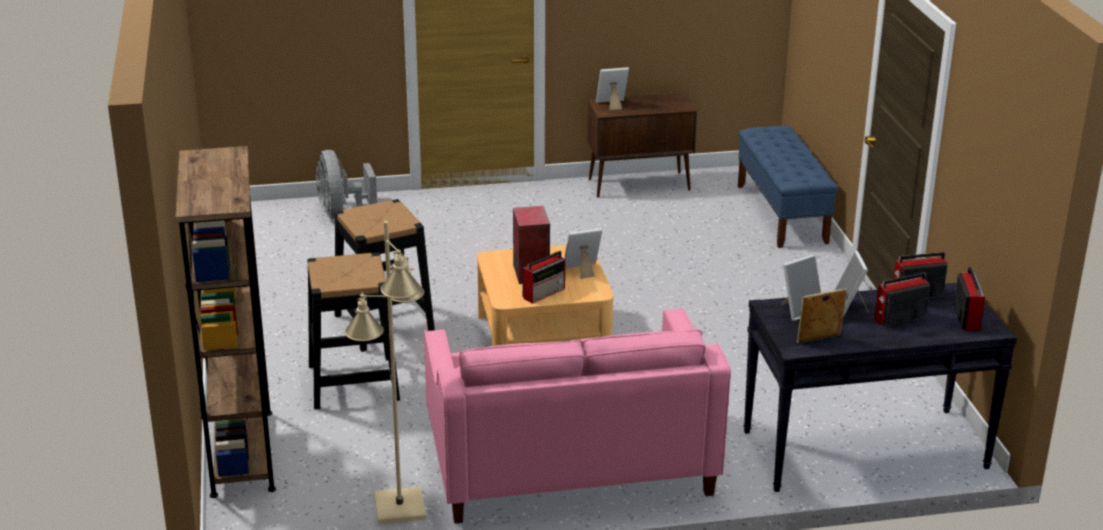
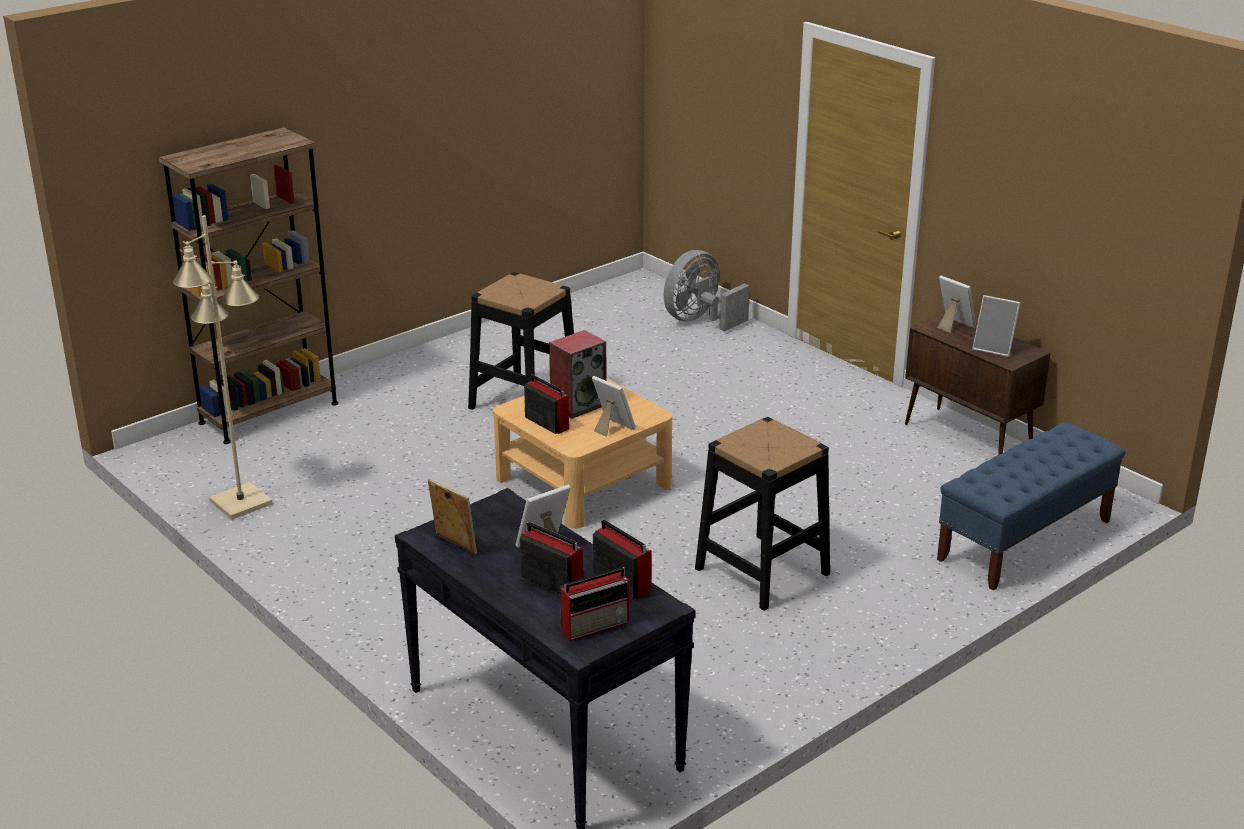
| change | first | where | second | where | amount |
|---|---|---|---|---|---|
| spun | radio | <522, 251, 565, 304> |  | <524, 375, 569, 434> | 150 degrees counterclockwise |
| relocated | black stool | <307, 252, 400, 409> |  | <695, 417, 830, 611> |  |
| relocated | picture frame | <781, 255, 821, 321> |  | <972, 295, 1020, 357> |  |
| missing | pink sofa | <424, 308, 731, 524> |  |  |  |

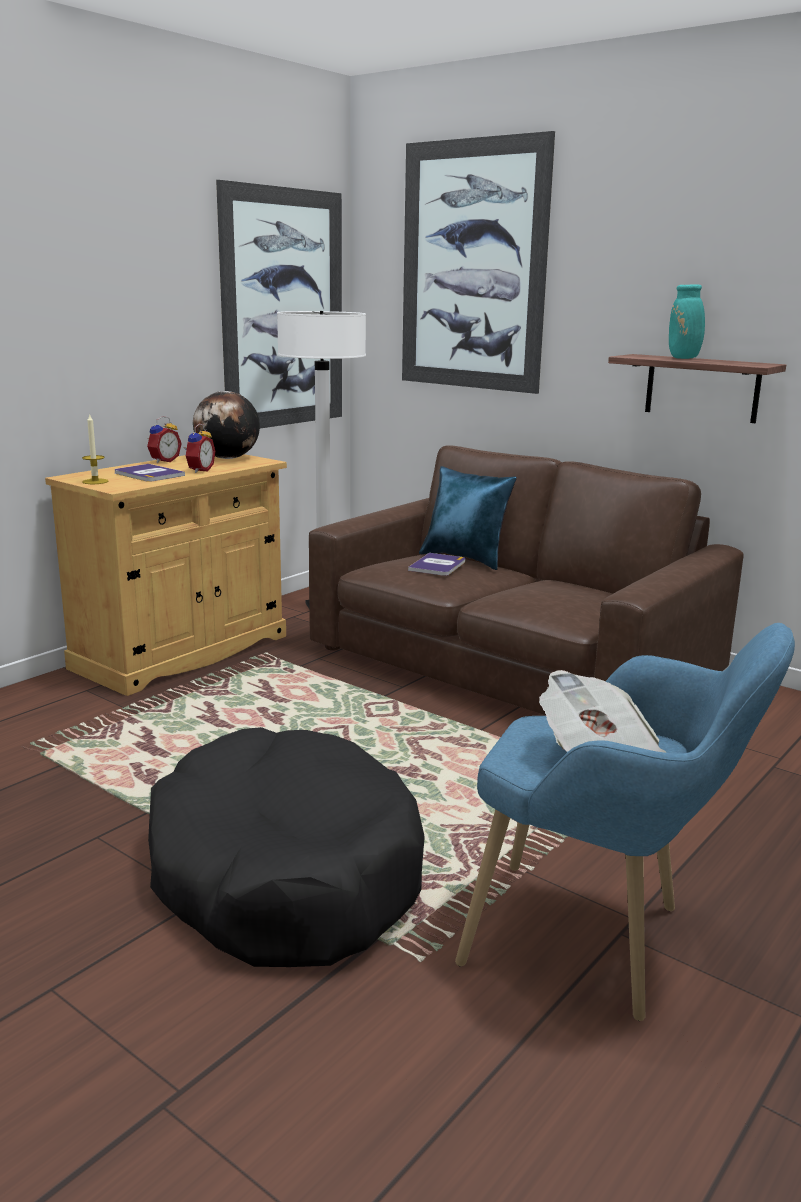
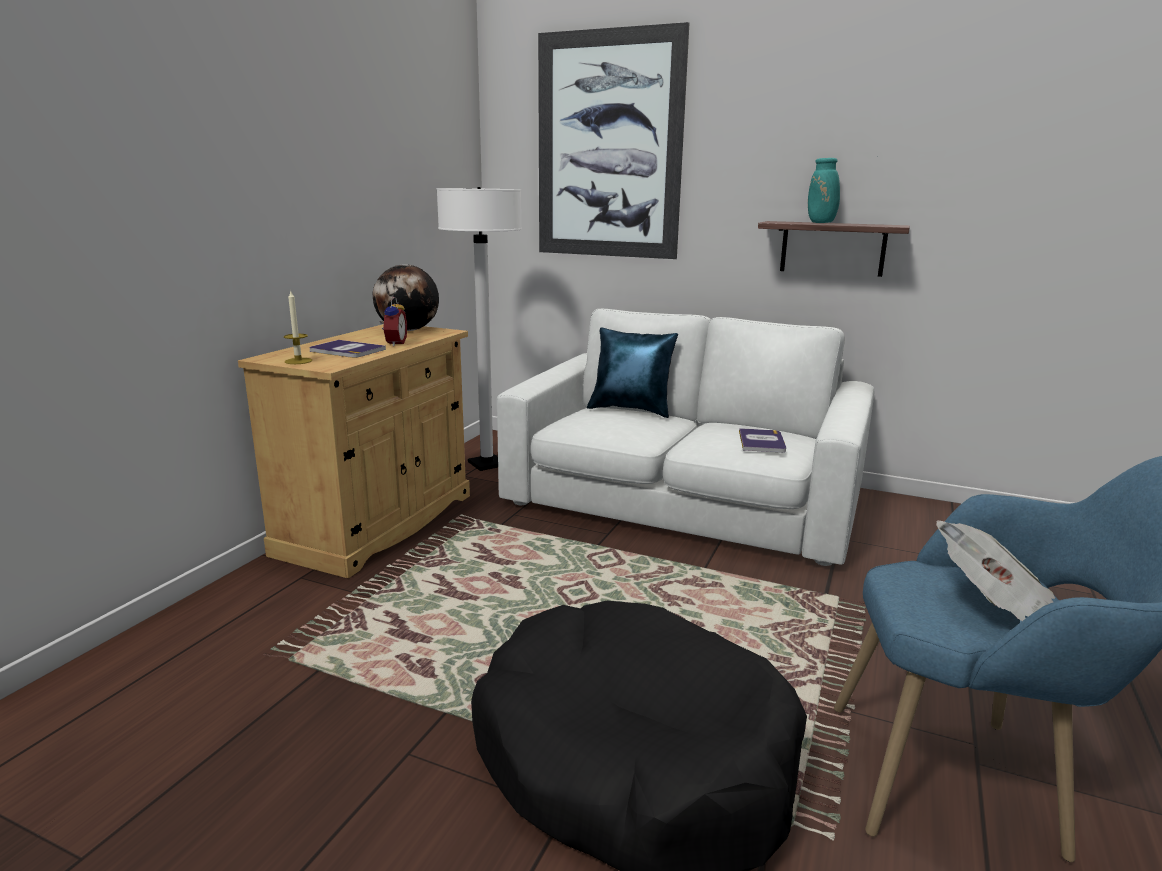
| change | first | where | second | where | amount |
|---|---|---|---|---|---|
| colour | brown sofa | <309, 445, 744, 715> | white sofa | <497, 309, 875, 566> |  |
| relocated | book | <408, 553, 466, 576> |  | <739, 428, 786, 453> |  |
| missing | alarm clock | <147, 416, 182, 463> |  |  |  |
| missing | picture | <216, 180, 342, 428> |  |  |  |

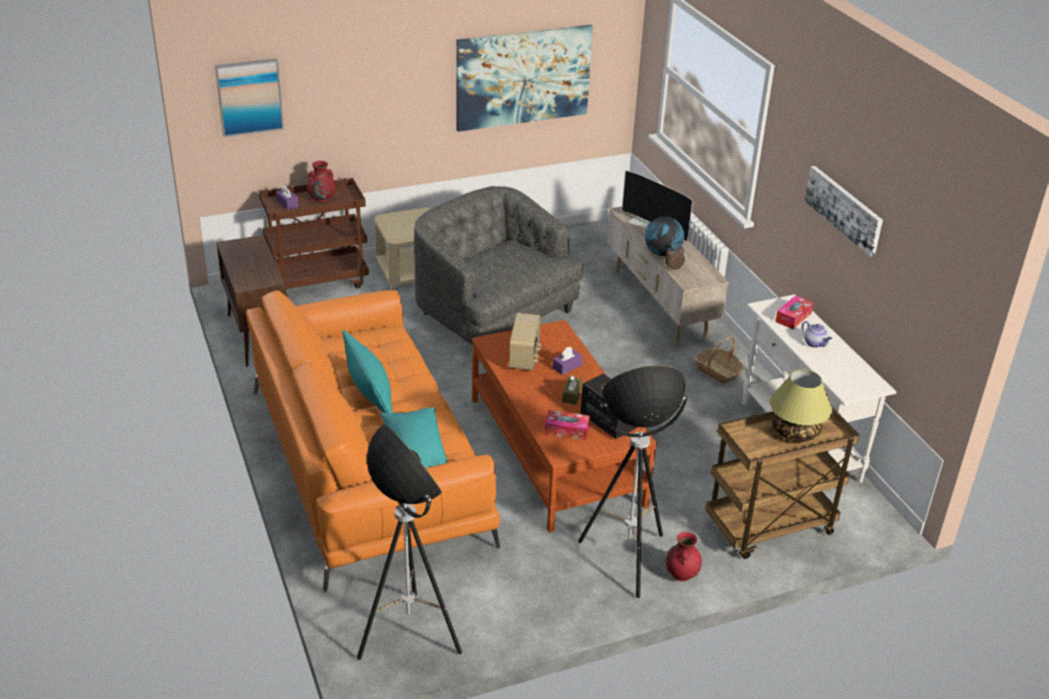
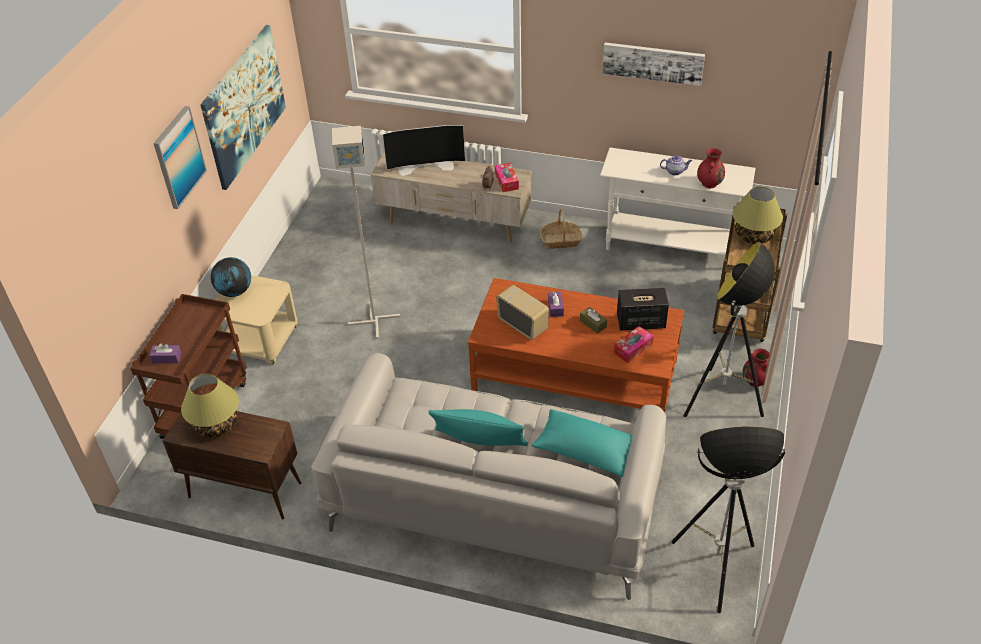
| change | first | where | second | where | amount |
|---|---|---|---|---|---|
| relocated | picture | <215, 58, 284, 137> |  | <153, 106, 207, 209> |  |
| appeared |  |  | table lamp | <181, 373, 239, 437> |  |
| relocated | globe | <645, 216, 684, 256> |  | <211, 257, 251, 297> |  |
| colour | orange sofa | <246, 290, 500, 592> | grey sofa | <311, 353, 666, 600> |  |
| exchanged | grey armchair | <414, 186, 583, 345> | grey floor lamp | <332, 126, 400, 339> |  |
| relocated | tissue box | <775, 295, 814, 329> |  | <495, 163, 519, 192> |  |
| relocated | red vase | <307, 161, 335, 203> |  | <697, 148, 725, 188> |  |

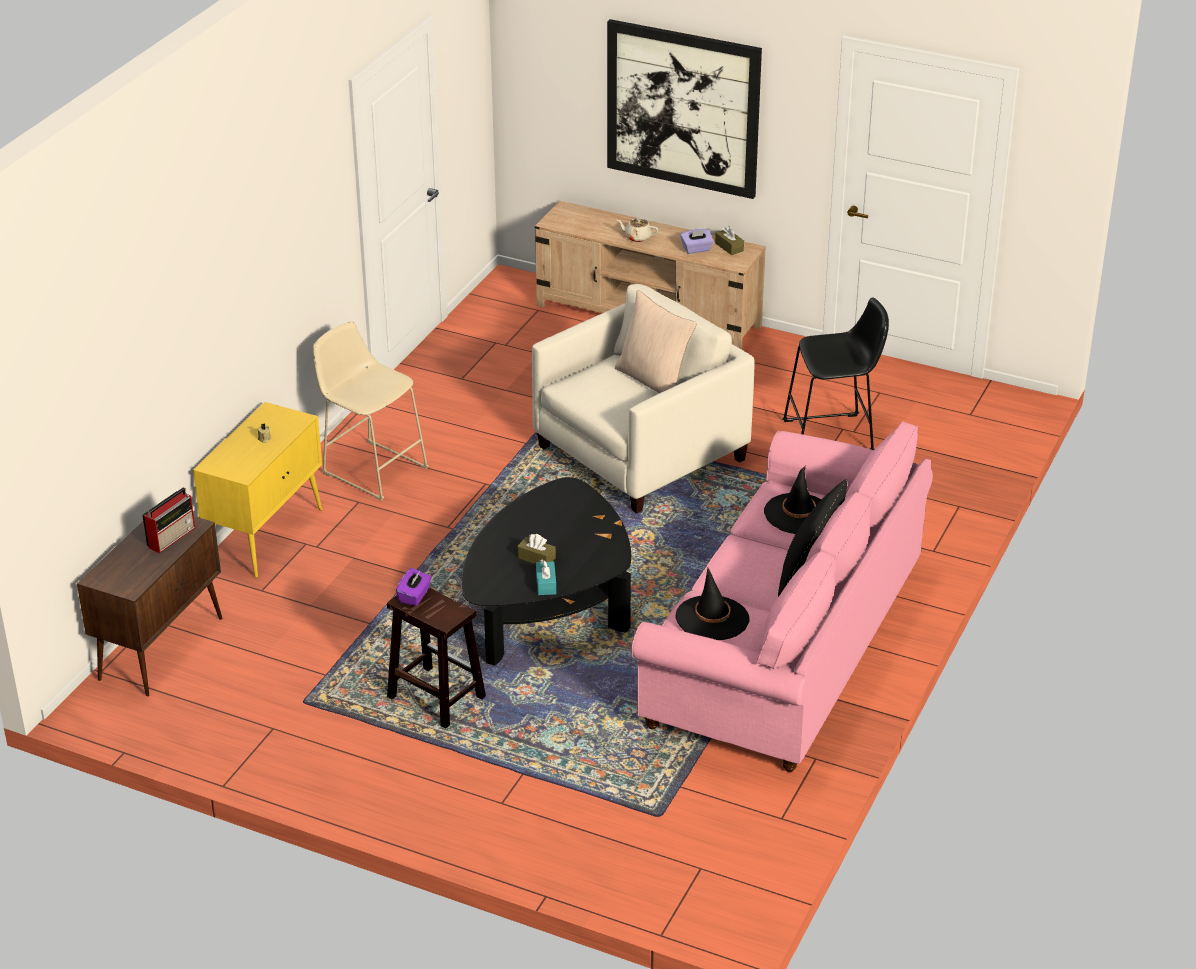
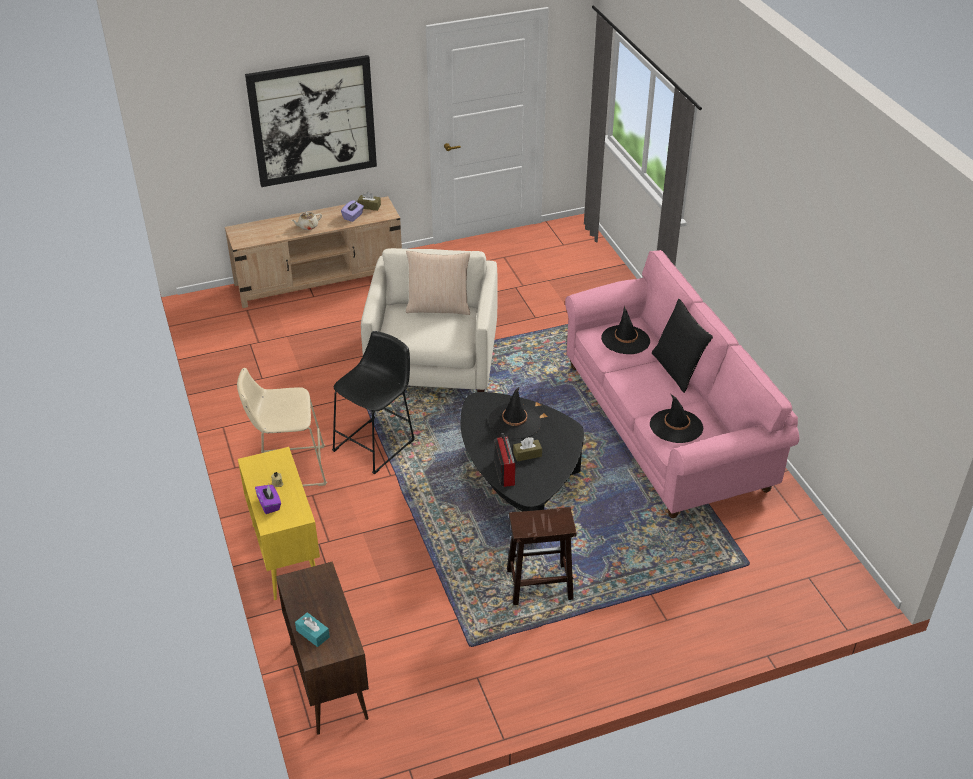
| change | first | where | second | where | amount |
|---|---|---|---|---|---|
| relocated | purple tissue box | <396, 568, 432, 606> |  | <255, 484, 281, 514> |  |
| relocated | turquoise tissue box | <536, 560, 556, 595> |  | <295, 612, 330, 647> |  |
| relocated | black stool | <782, 298, 889, 450> |  | <332, 331, 415, 474> |  |
| appeared |  |  | black hat | <489, 386, 541, 439> |  |
| relocated | radio | <142, 487, 195, 553> |  | <494, 433, 515, 487> |  |

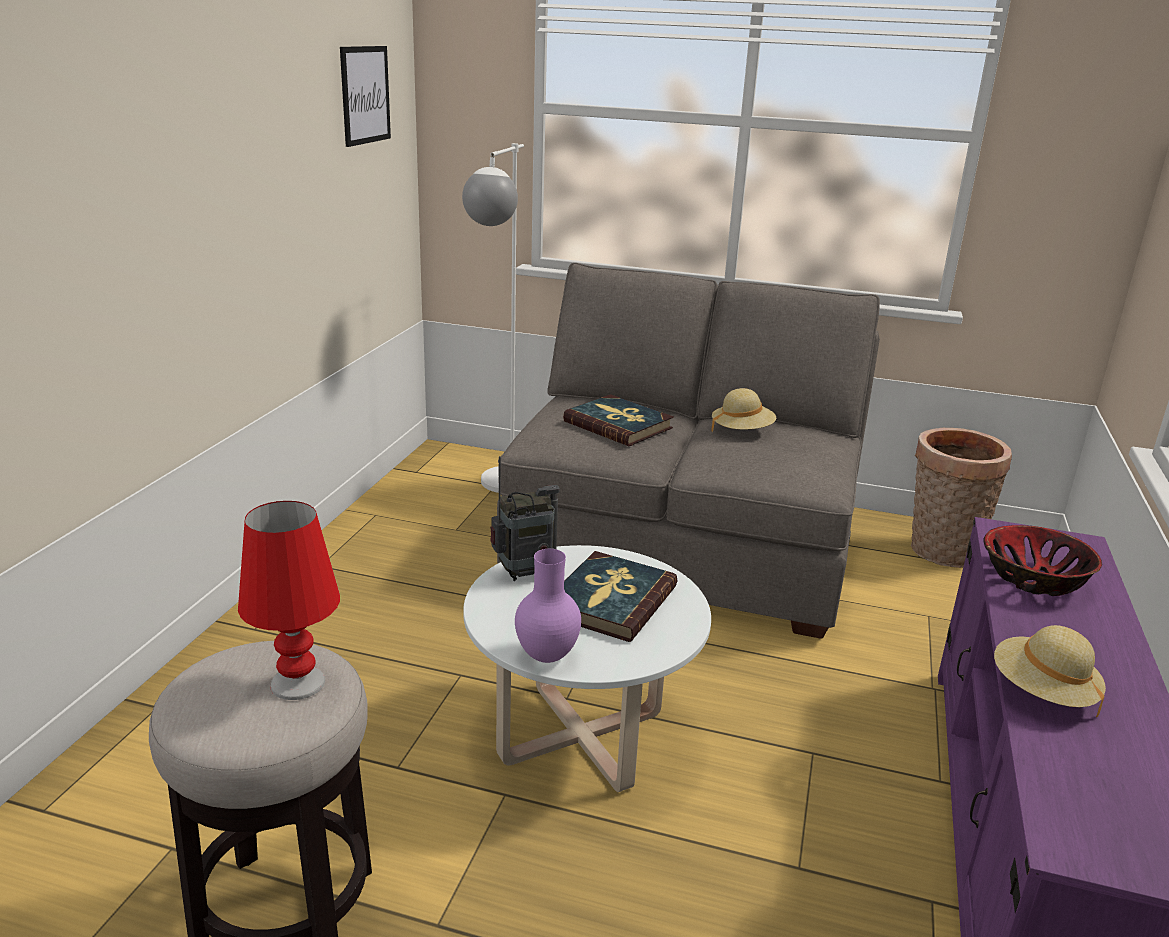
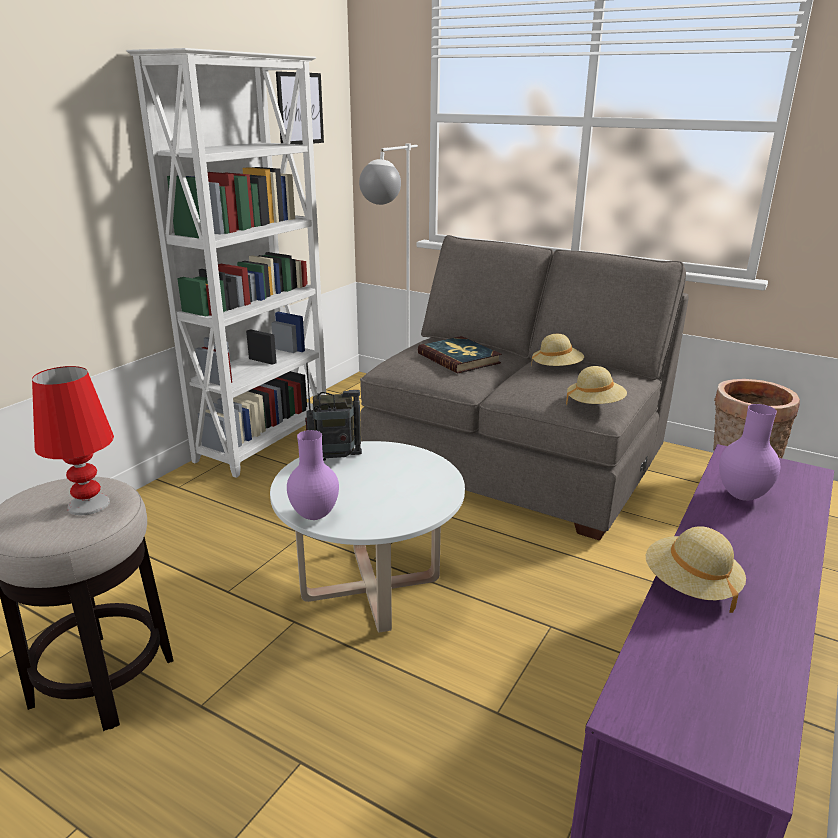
| change | first | where | second | where | amount |
|---|---|---|---|---|---|
| appeared |  |  | white bookcase | <127, 48, 326, 478> |  |
| appeared |  |  | beige hat | <566, 366, 627, 406> |  |
| exchanged | bowl | <984, 525, 1102, 596> | purple vase | <719, 404, 780, 501> |  |
| missing | book | <564, 551, 677, 642> |  |  |  |

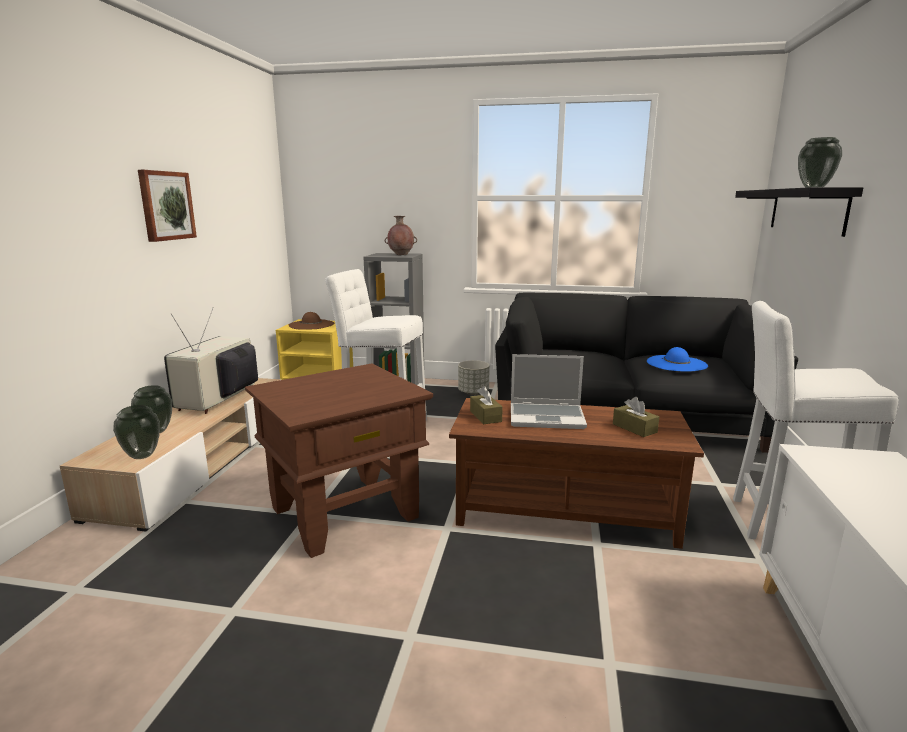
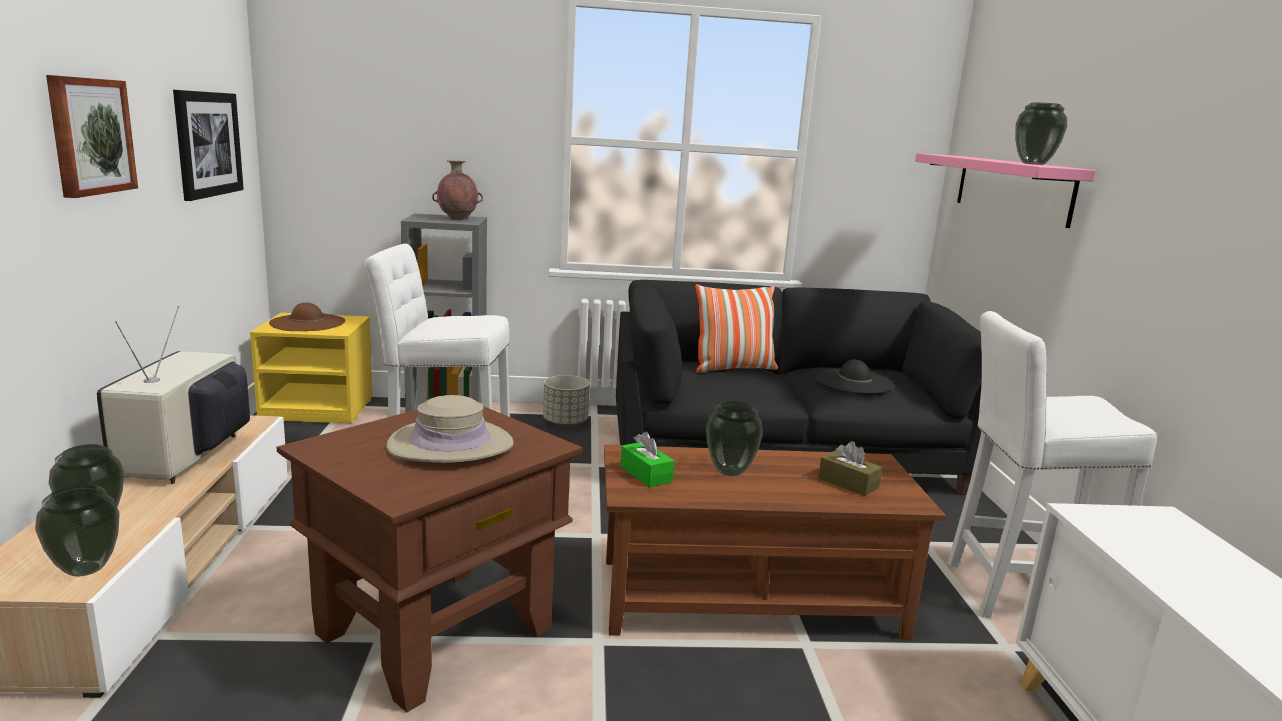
| change | first | where | second | where | amount |
|---|---|---|---|---|---|
| appeared |  |  | picture | <173, 90, 244, 201> |  |
| appeared |  |  | beige hat | <386, 395, 514, 463> |  |
| colour | brown tissue box | <470, 386, 503, 424> | green tissue box | <621, 431, 674, 487> |  |
| appeared |  |  | pillow | <695, 284, 778, 373> |  |
| exchanged | laptop | <511, 354, 587, 429> | vase | <706, 401, 763, 476> |  |
| colour | blue hat | <647, 347, 708, 372> | black hat | <816, 359, 894, 393> |  |
| colour | black shelf | <735, 187, 863, 237> | pink shelf | <915, 153, 1096, 228> |  |

